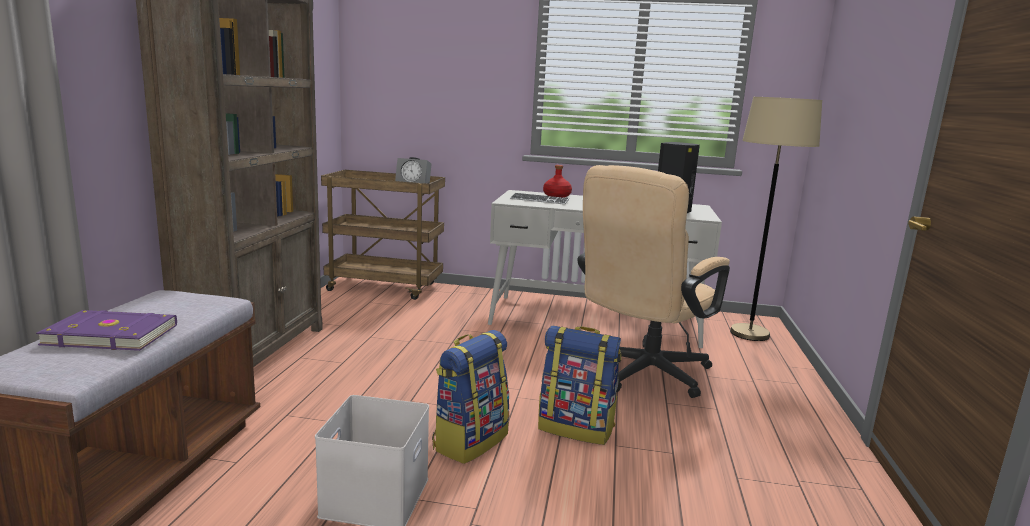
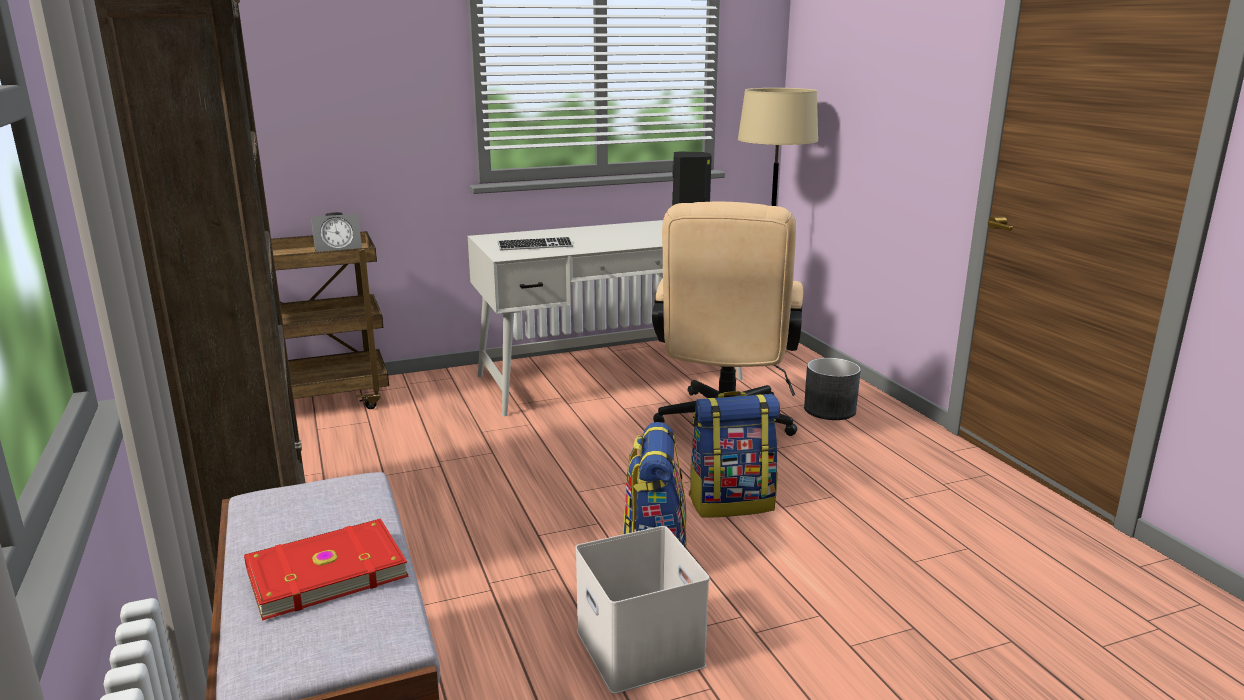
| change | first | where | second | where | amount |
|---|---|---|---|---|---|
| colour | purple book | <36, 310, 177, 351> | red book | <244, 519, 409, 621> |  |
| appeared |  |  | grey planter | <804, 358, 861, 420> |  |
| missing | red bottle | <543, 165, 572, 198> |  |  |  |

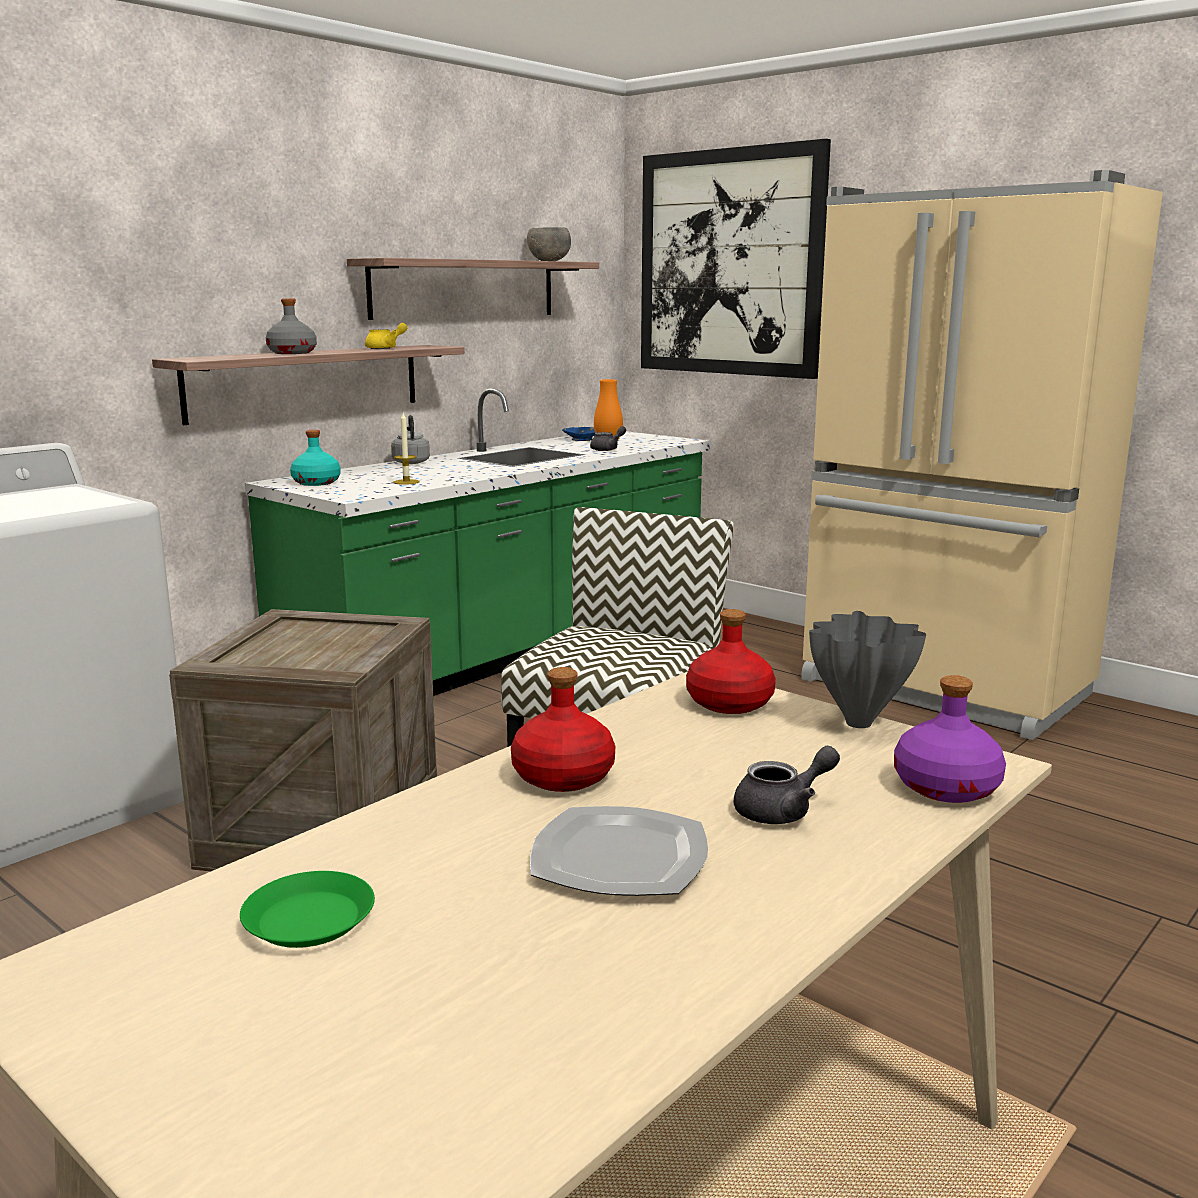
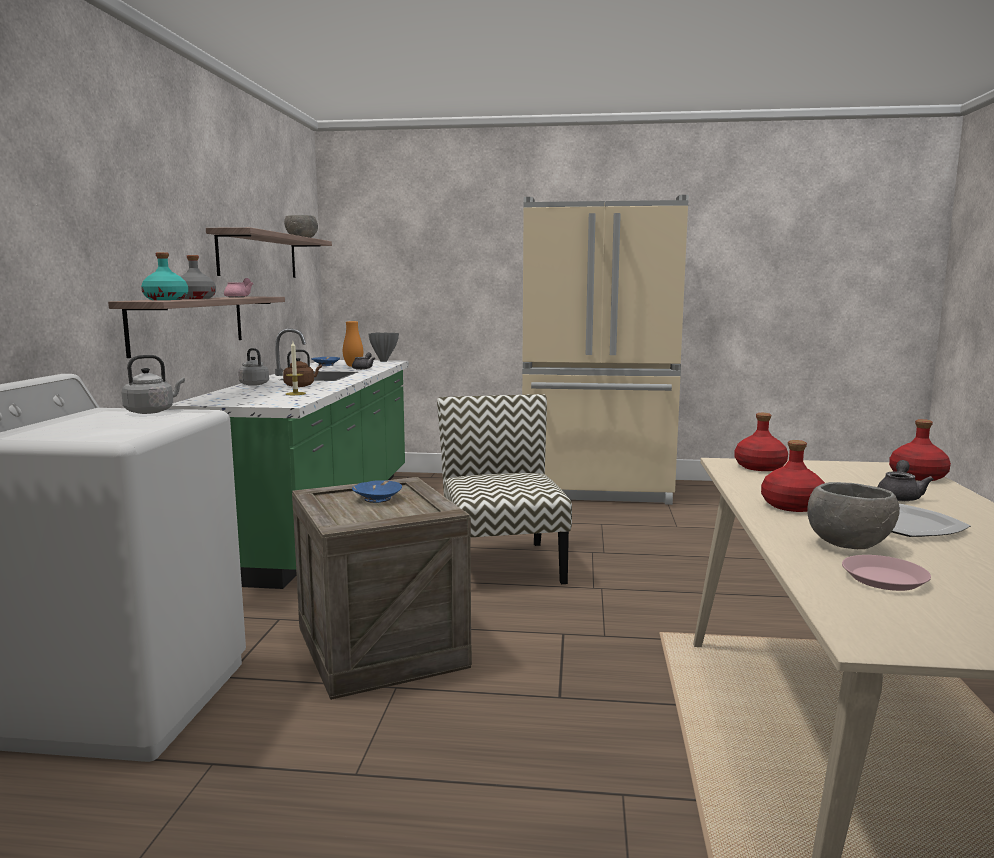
| change | first | where | second | where | amount |
|---|---|---|---|---|---|
| appeared |  |  | grey kettle | <121, 355, 185, 414> |  |
| relocated | turquoise bottle | <290, 430, 341, 486> |  | <141, 252, 188, 300> |  |
| colour | yellow teapot | <365, 323, 407, 349> | pink teapot | <224, 278, 253, 297> |  |
| appeared |  |  | brown kettle | <283, 349, 322, 387> |  |
| appeared |  |  | blue bowl | <352, 480, 402, 503> |  |
| relocated | grey vase | <809, 611, 926, 728> |  | <369, 333, 399, 362> |  |
| appeared |  |  | grey bowl | <807, 482, 900, 549> |  |
| colour | green plate | <240, 871, 375, 948> | pink plate | <842, 555, 931, 591> |  |
| colour | purple bottle | <894, 675, 1006, 803> | red bottle | <889, 419, 951, 481> |  |
| missing | picture | <641, 139, 831, 379> |  |  |  |

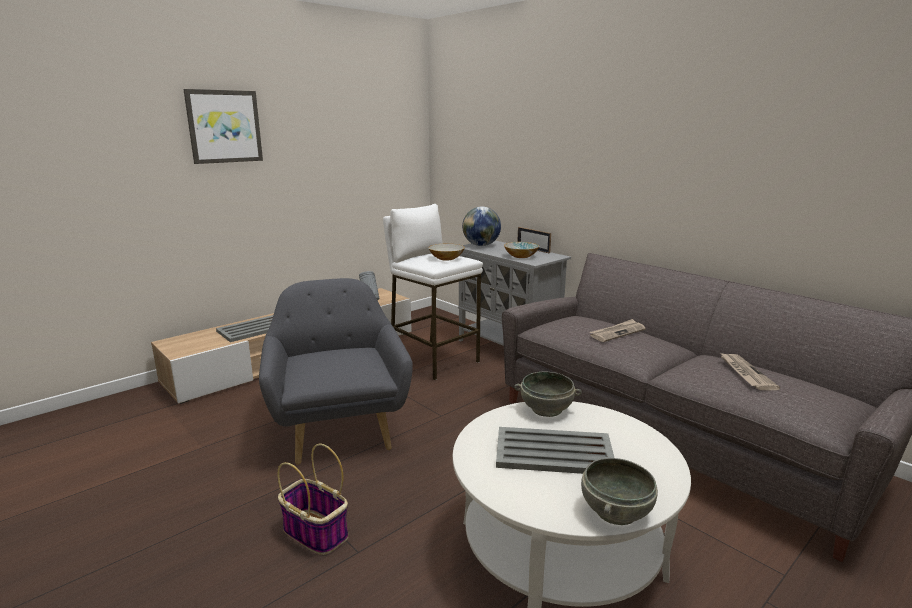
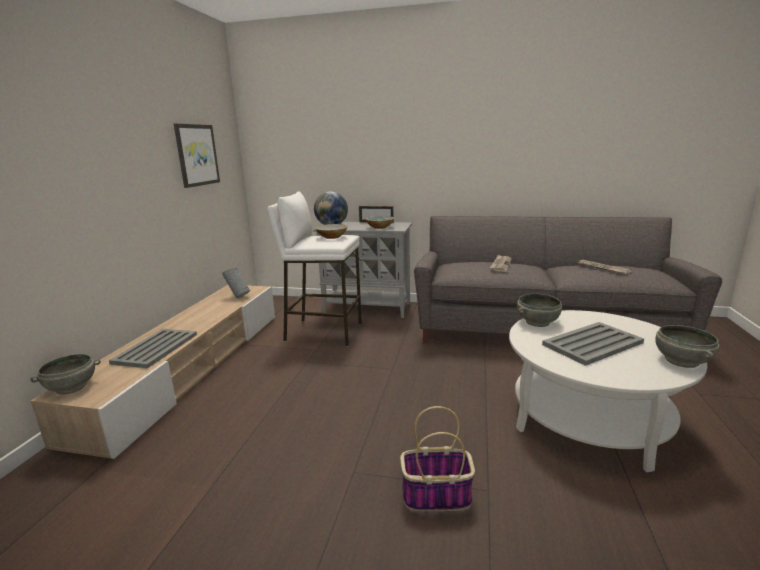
| change | first | where | second | where | amount |
|---|---|---|---|---|---|
| appeared |  |  | grey bowl | <30, 354, 101, 395> |  |
| relocated | picture | <183, 89, 263, 164> |  | <174, 123, 220, 188> |  |
| missing | grey armchair | <259, 278, 413, 465> |  |  |  |

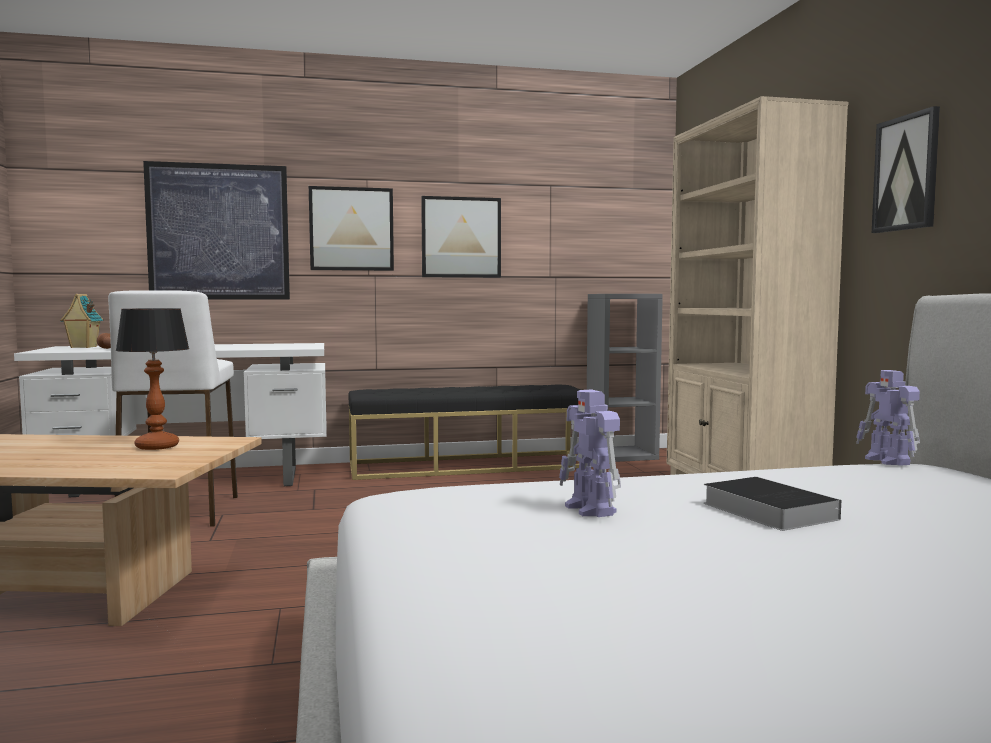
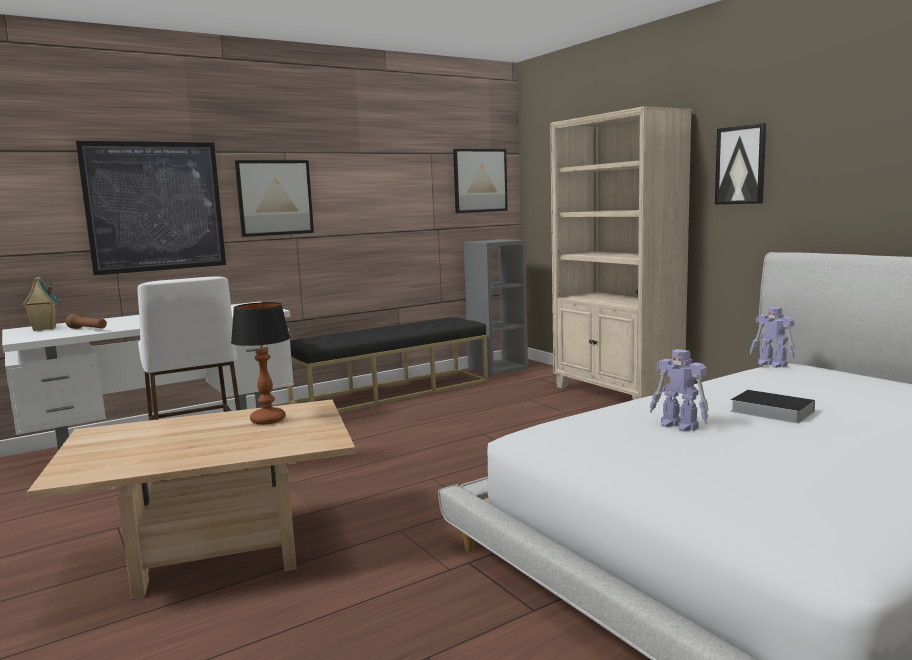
| change | first | where | second | where | amount |
|---|---|---|---|---|---|
| relocated | picture | <421, 196, 501, 278> |  | <453, 149, 508, 213> |  |

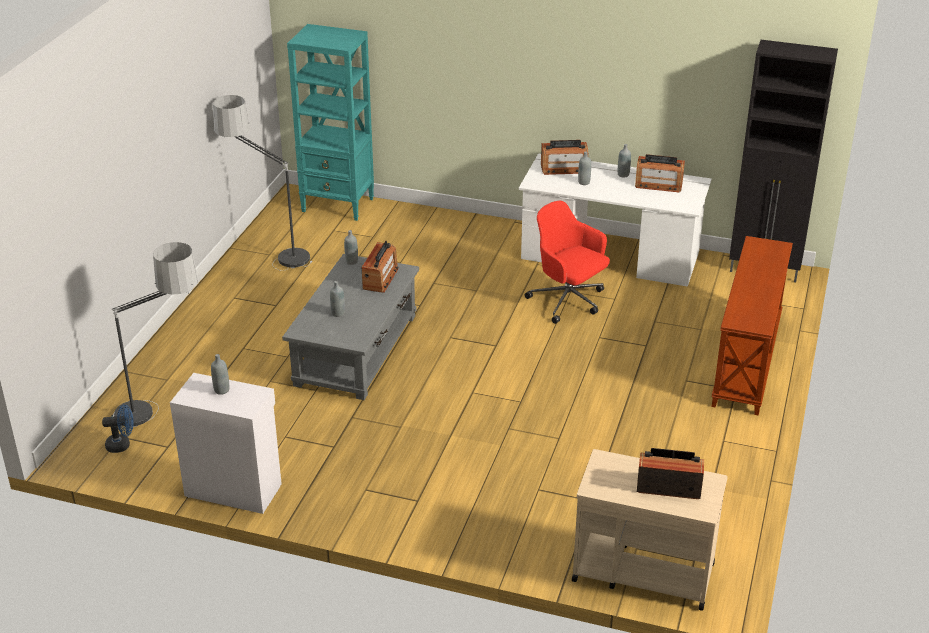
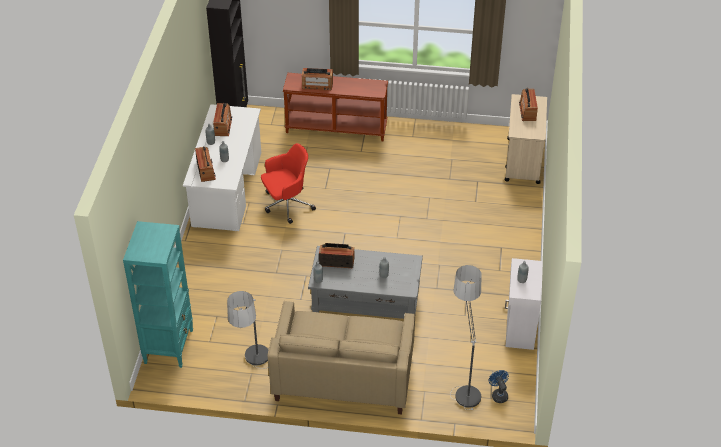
| change | first | where | second | where | amount |
|---|---|---|---|---|---|
| spun | red office chair | <525, 201, 610, 324> |  | <261, 143, 316, 224> | 150 degrees counterclockwise |
| appeared |  |  | beige sofa | <267, 301, 415, 415> |  |
| appeared |  |  | radio | <302, 68, 333, 91> |  |

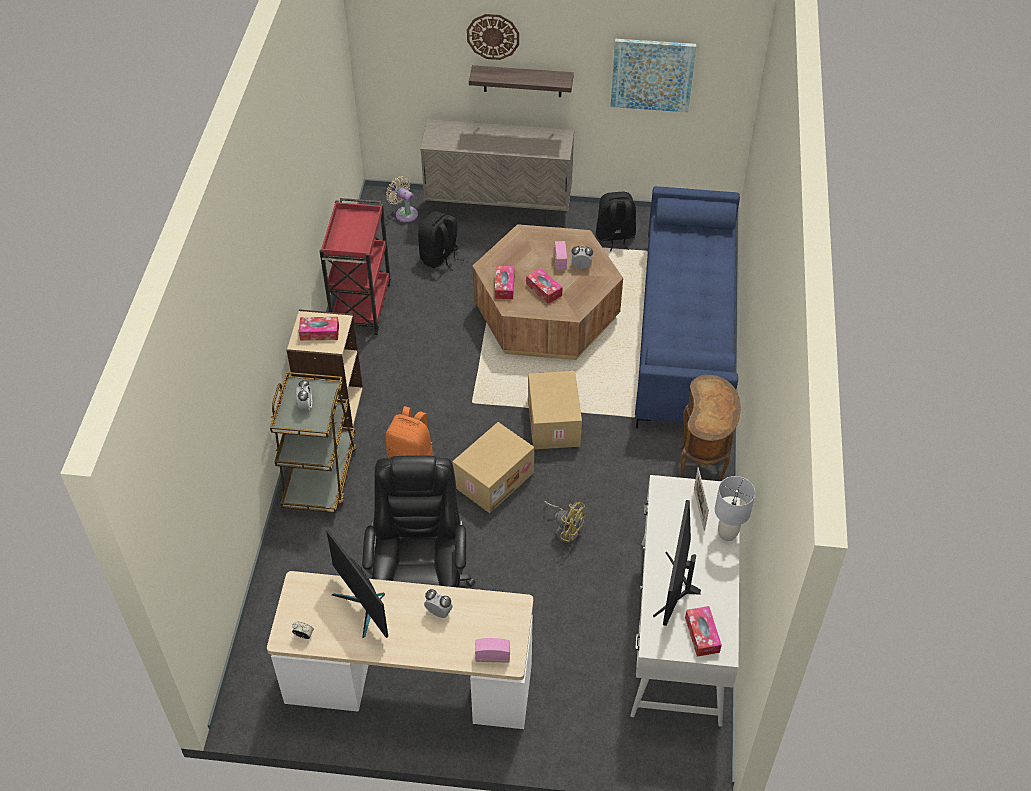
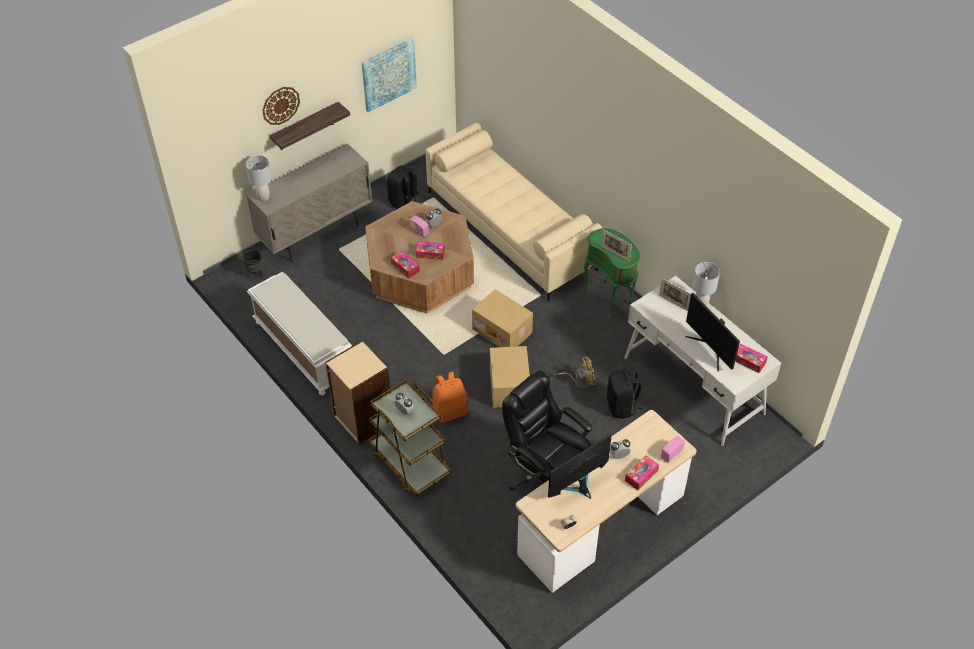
| change | first | where | second | where | amount |
|---|---|---|---|---|---|
| exchanged | beige fan | <386, 176, 418, 222> | black planter | <242, 250, 264, 279> |  |
| appeared |  |  | grey table lamp | <246, 155, 272, 201> |  |
| exchanged | red cart | <320, 198, 391, 335> | white bench | <247, 272, 352, 395> |  |
| colour | blue sofa | <635, 186, 740, 428> | beige sofa | <425, 123, 602, 301> |  |
| spun | monitor | <326, 530, 388, 638> |  | <548, 434, 612, 499> | 135 degrees clockwise |
| colour | brown side table | <679, 375, 741, 481> | green side table | <583, 228, 640, 319> |  |
| appeared |  |  | picture frame | <601, 229, 632, 262> |  |
| relocated | black backpack | <418, 211, 464, 271> |  | <607, 369, 643, 419> |  |
| relocated | tissue box | <299, 317, 339, 341> |  | <625, 455, 659, 490> |  |

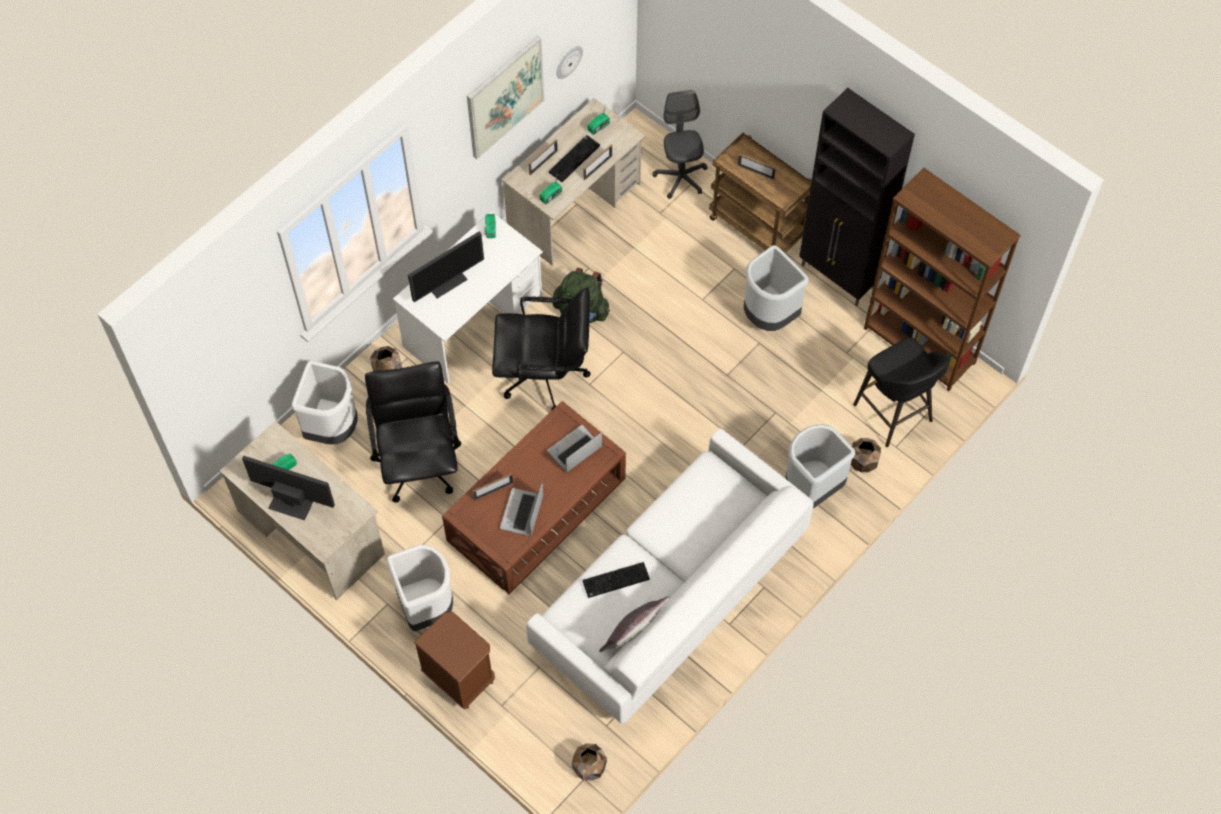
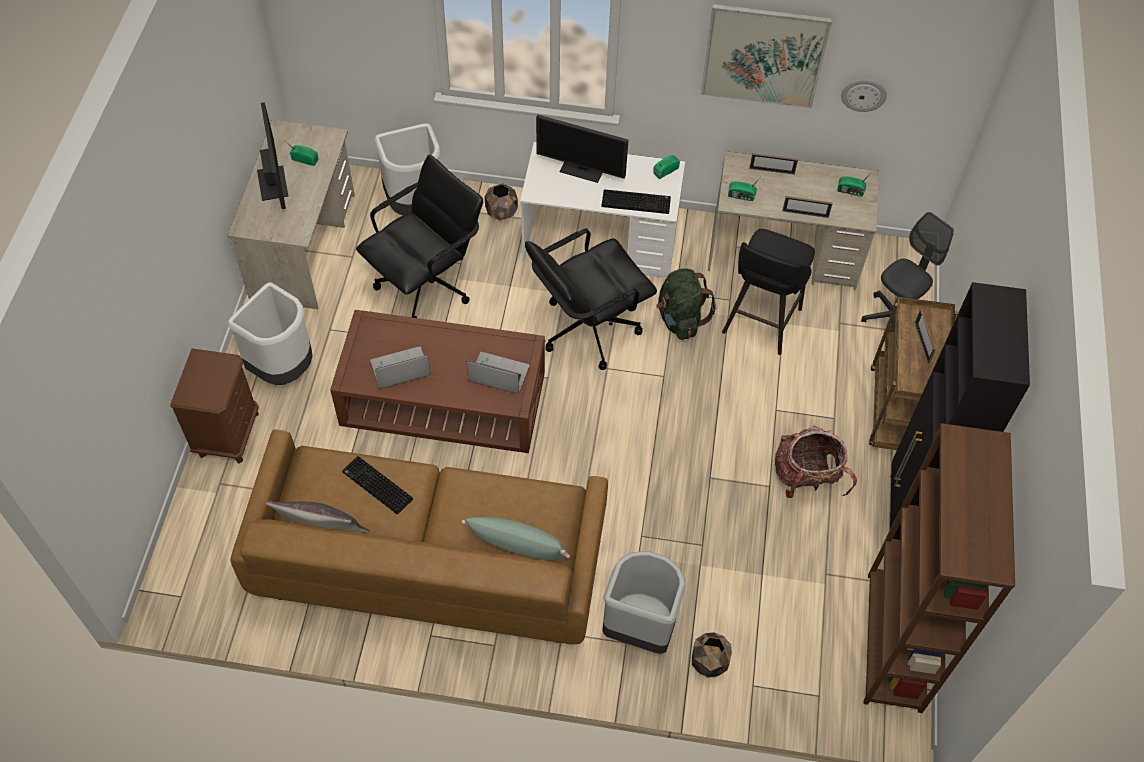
| change | first | where | second | where | amount |
|---|---|---|---|---|---|
| colour | white sofa | <526, 428, 814, 724> | brown sofa | <230, 430, 608, 644> |  |
| appeared |  |  | green pillow | <462, 517, 570, 560> |  |
| spun | black office chair | <492, 288, 591, 410> |  | <525, 228, 657, 370> | 90 degrees clockwise |
| relocated | keyboard | <549, 135, 600, 182> |  | <602, 189, 671, 214> |  |
| relocated | black stool | <853, 337, 949, 447> |  | <722, 229, 815, 355> |  |
| exchanged | grey trash can | <744, 245, 809, 331> | backpack | <775, 426, 857, 498> |  |
| missing | picture frame | <473, 473, 513, 501> |  |  |  |
| missing | brown planter | <572, 743, 607, 781> |  |  |  |

